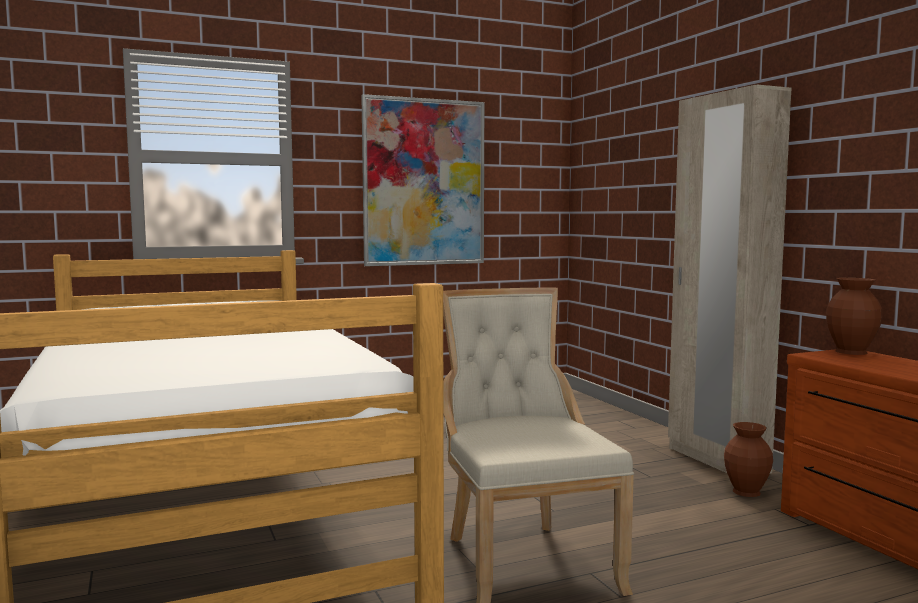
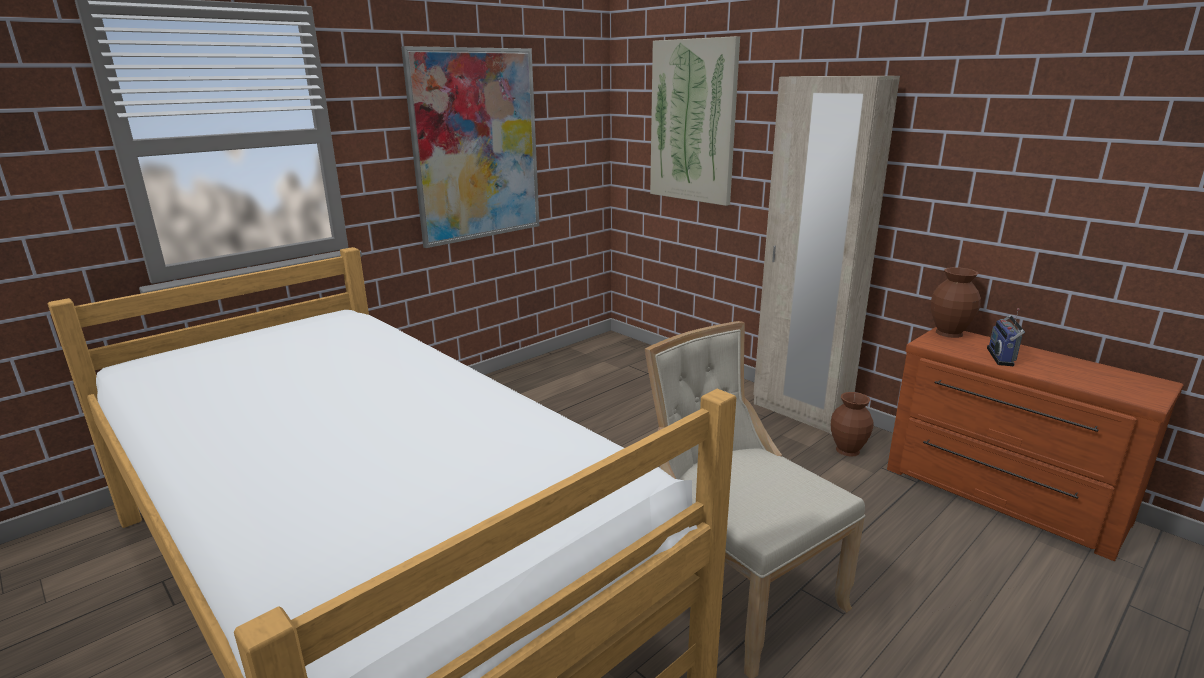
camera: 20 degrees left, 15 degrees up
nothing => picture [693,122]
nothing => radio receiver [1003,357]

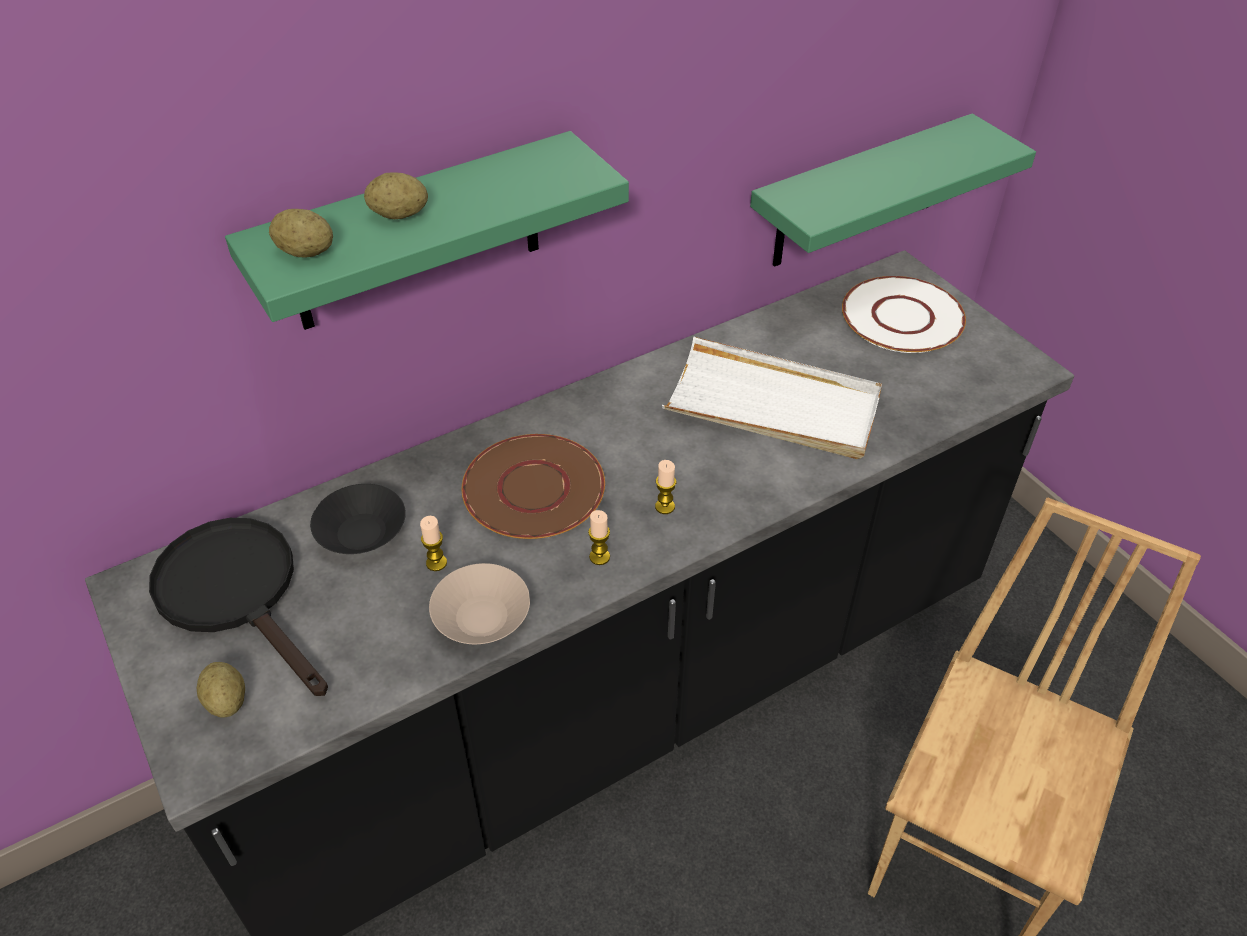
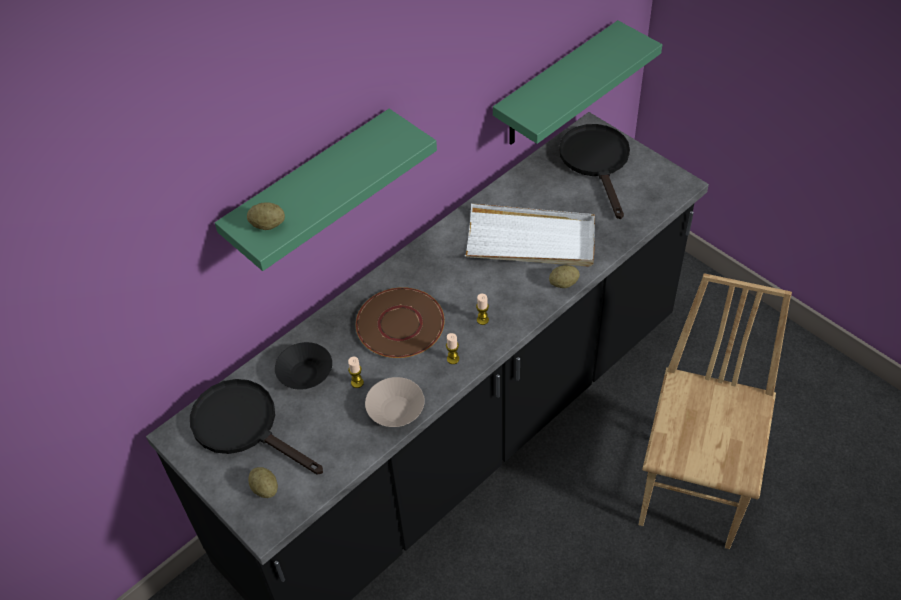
camera: 10 degrees left, 5 degrees up
whole potato [399,215] => whole potato [563,283], moved
white dinner plate [902,316] => black-coloured pan [597,162]

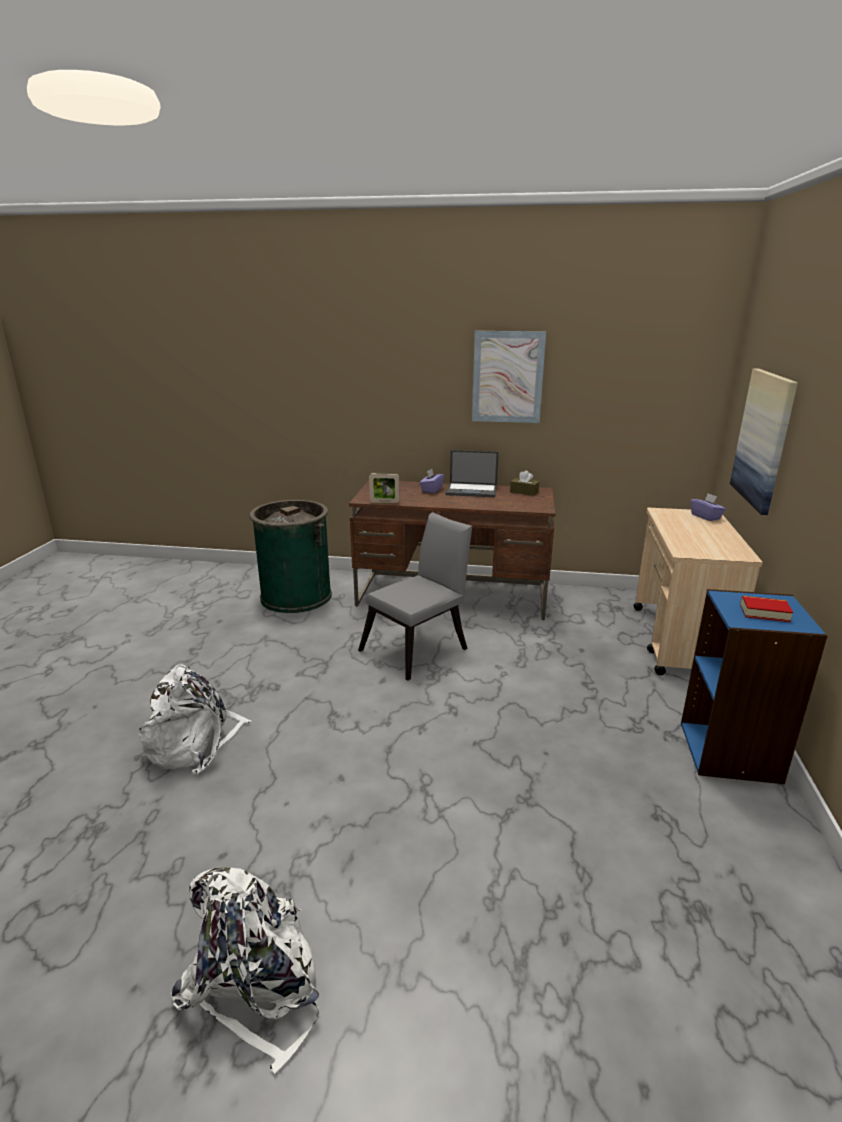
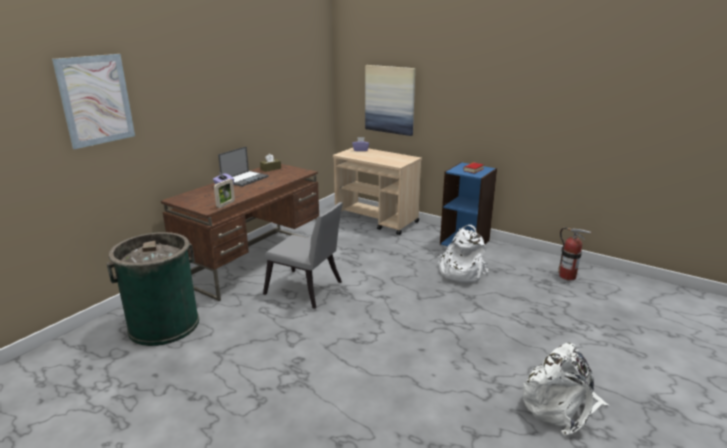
camera: 65 degrees left, 0 degrees up
nothing => extinguisher [567,276]
white backpack [195,743] => white backpack [460,272], moved
picture [507,377] => picture [96,100], moved
grey upright chair [419,648] => grey upright chair [307,290], 135 degrees clockwise

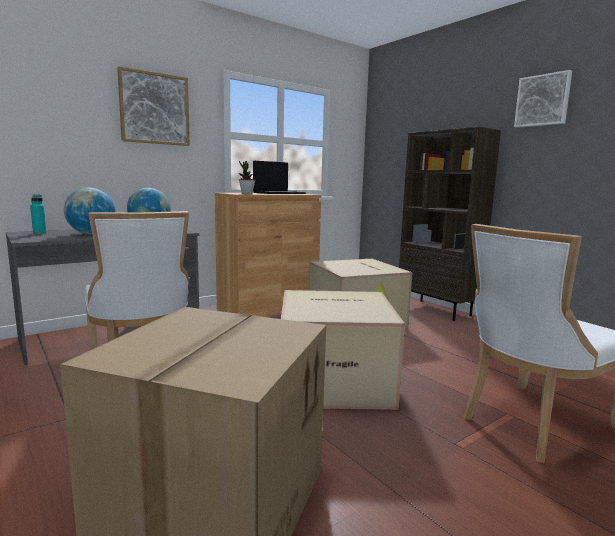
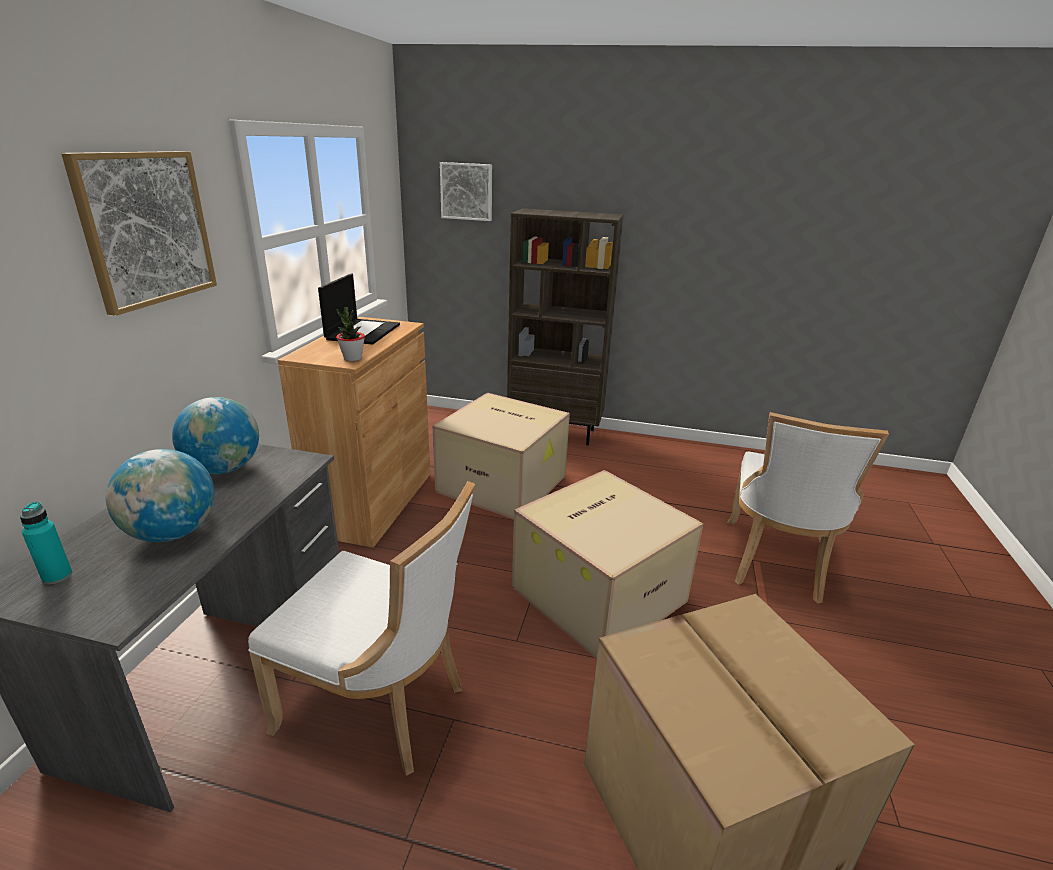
camera: 40 degrees left, 15 degrees up
picture [543,100] => picture [467,191], moved

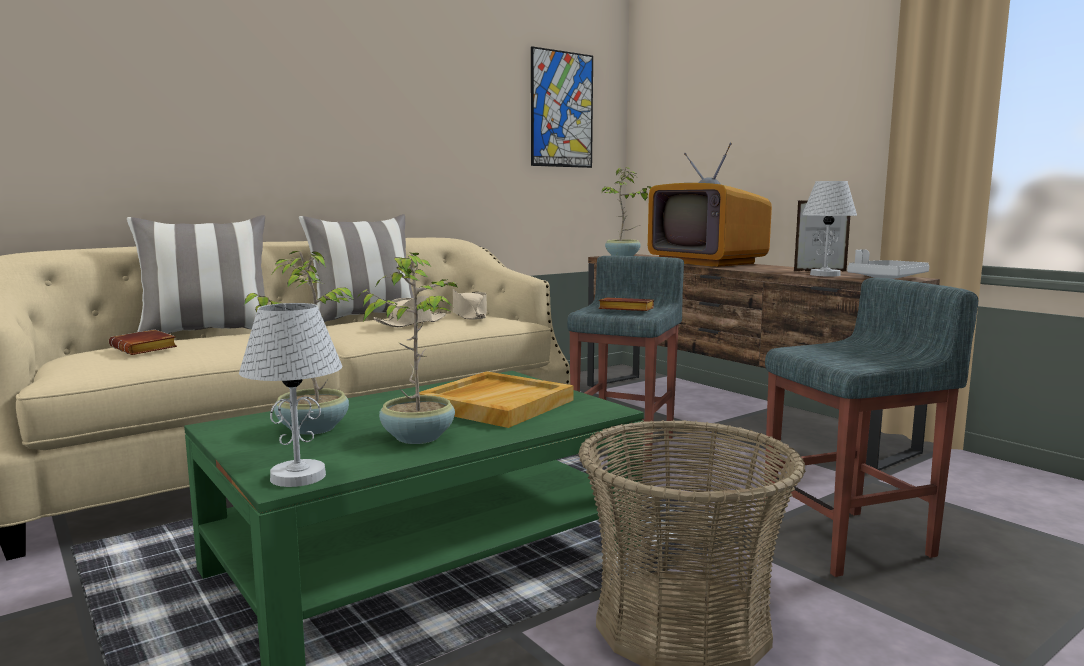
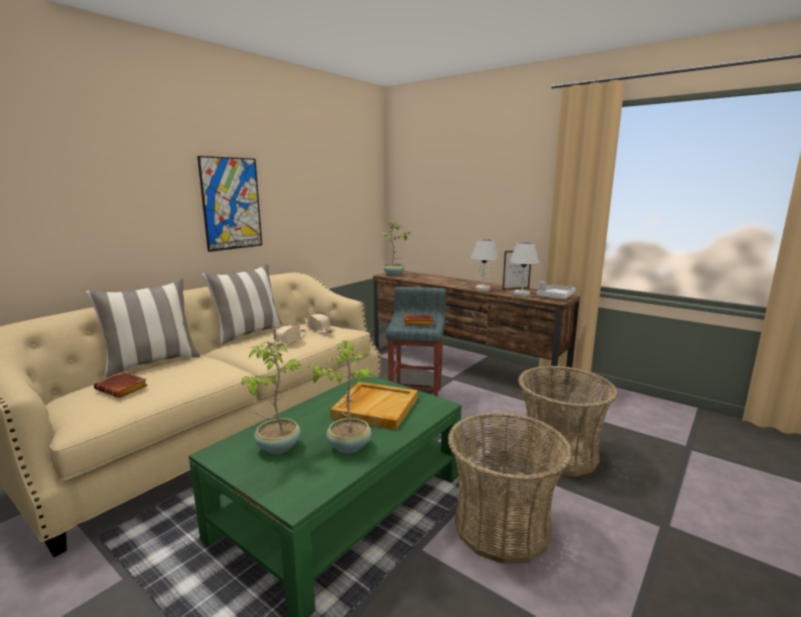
camera: 15 degrees left, 5 degrees up
TV [706,262] => nothing
white tabletop lamp [298,476] => white tabletop lamp [483,289], moved
picture [562,109] => picture [231,204], moved
grey stool seat [849,541] => household basket [559,453]

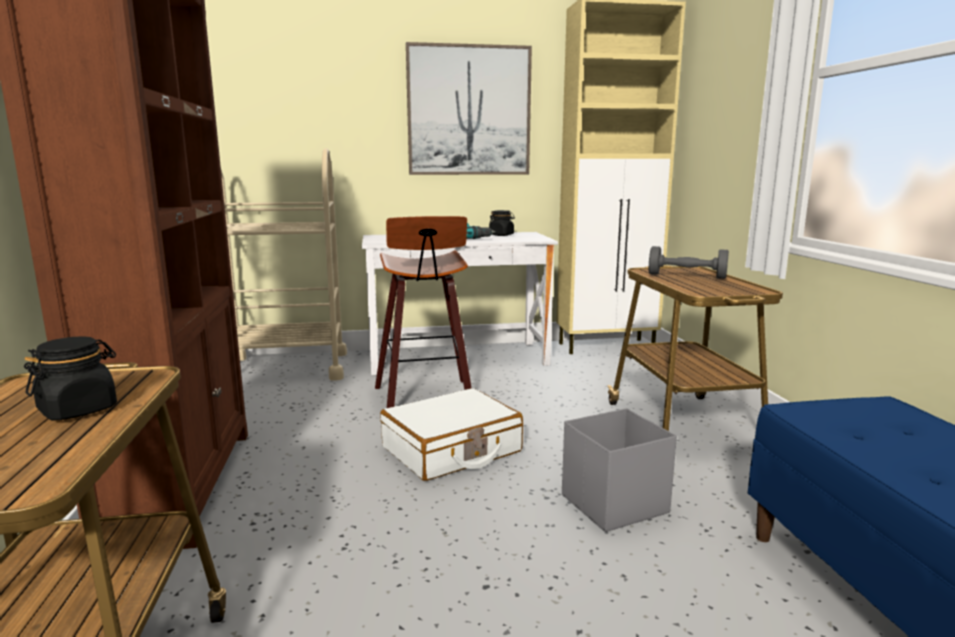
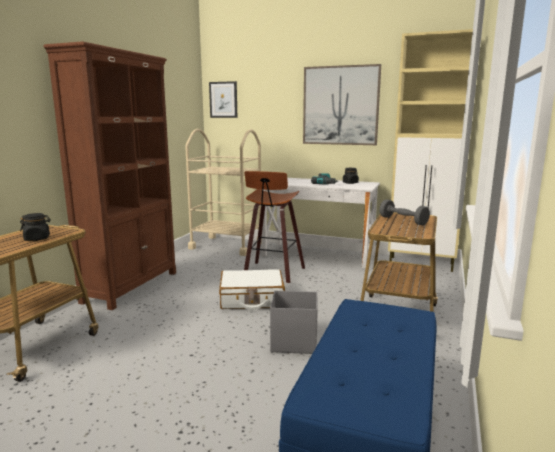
camera: 30 degrees right, 0 degrees up
nothing => picture [223,99]

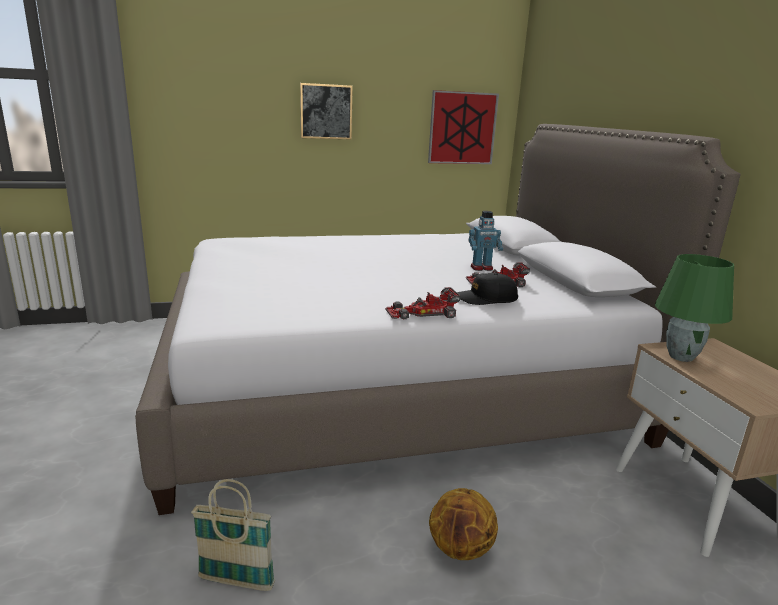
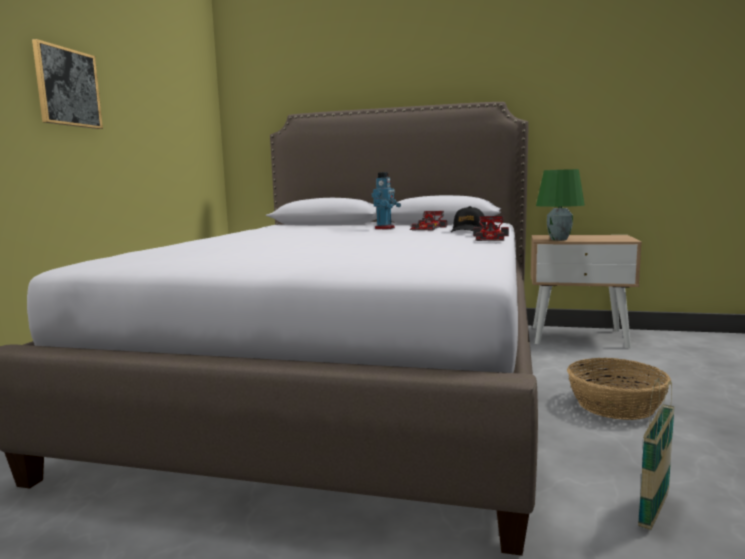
camera: 60 degrees left, 10 degrees down
picture [462,128] => nothing
basketball [460,549] => household basket [616,405]

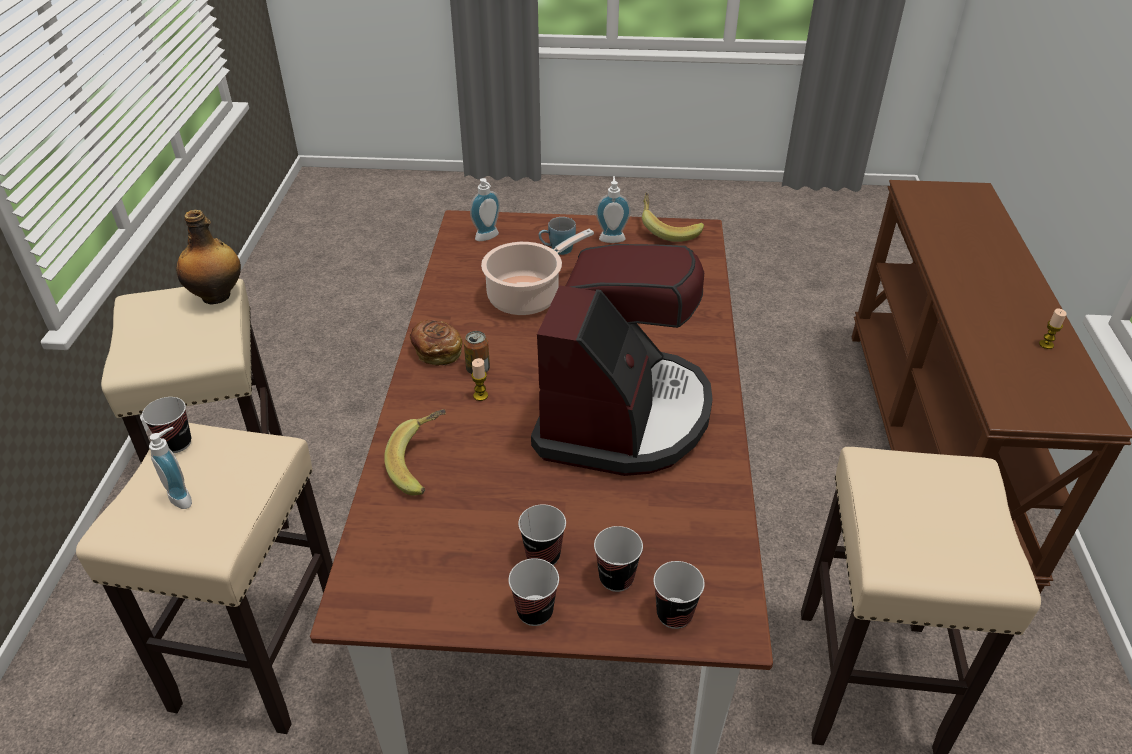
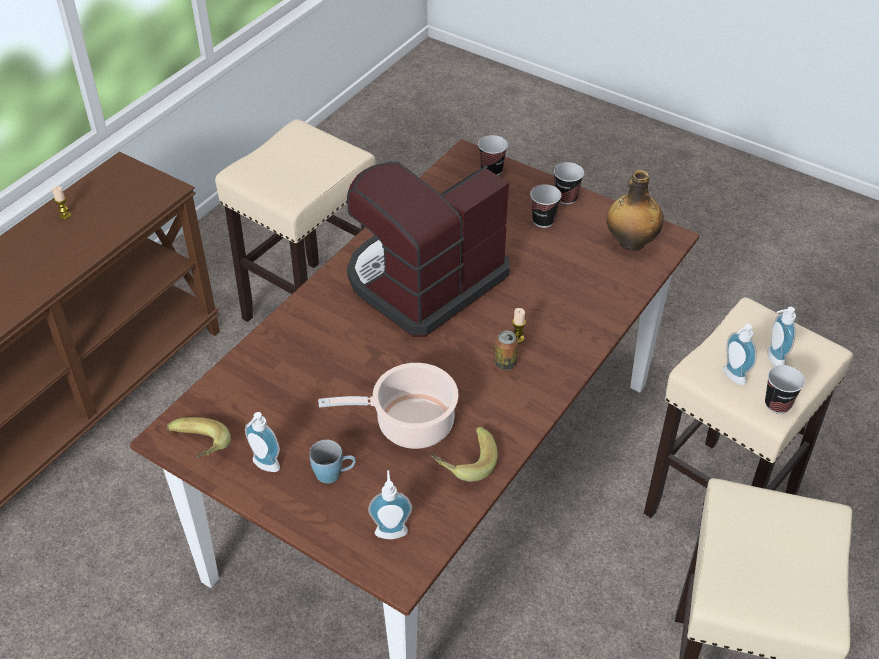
camera: 150 degrees left, 5 degrees up
bread [437,352] => nothing
cup [616,578] => nothing
nothing => liquid soap bottle [731,377]
beverage bottle [217,296] => beverage bottle [630,242], moved
whole banana [423,465] => whole banana [463,463], moved

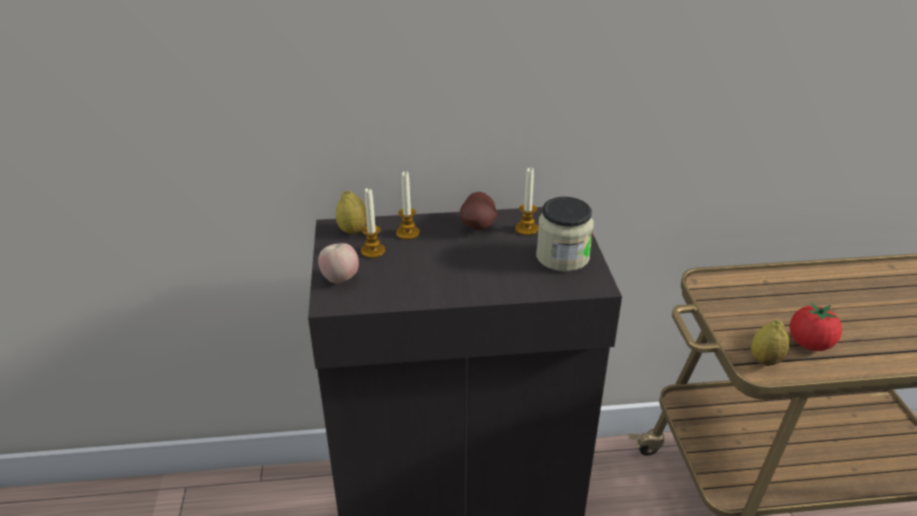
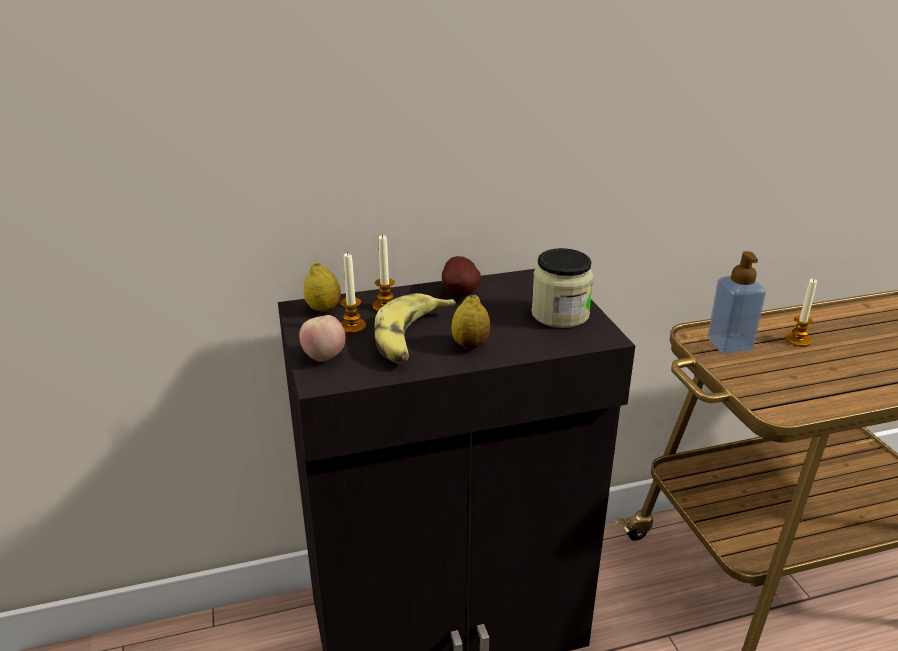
camera: 10 degrees left, 5 degrees down
fresh tomato [809,344] => nothing
nothing => whole banana [411,338]
nothing => liquid soap bottle [729,344]
candle [526,229] => candle [798,340], moved
whole lemon [765,360] => whole lemon [470,345], moved

